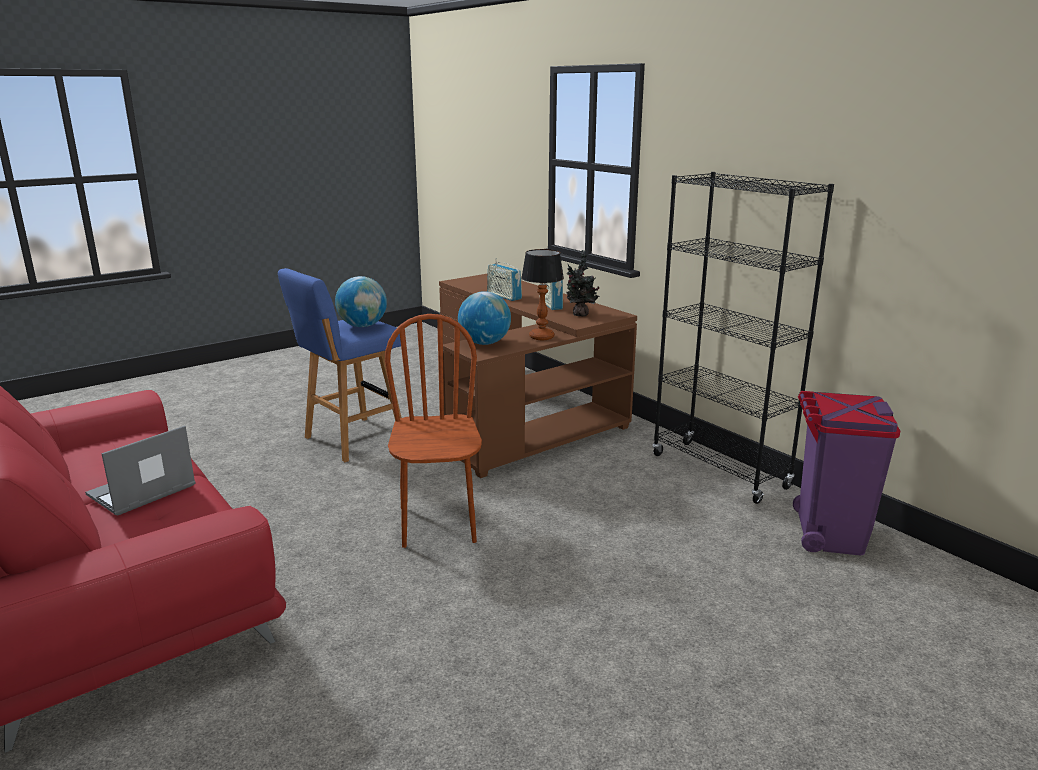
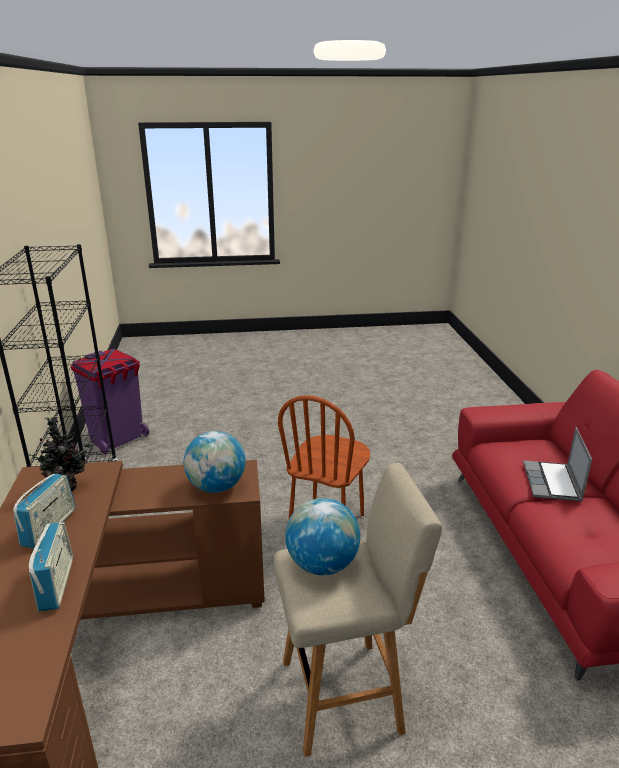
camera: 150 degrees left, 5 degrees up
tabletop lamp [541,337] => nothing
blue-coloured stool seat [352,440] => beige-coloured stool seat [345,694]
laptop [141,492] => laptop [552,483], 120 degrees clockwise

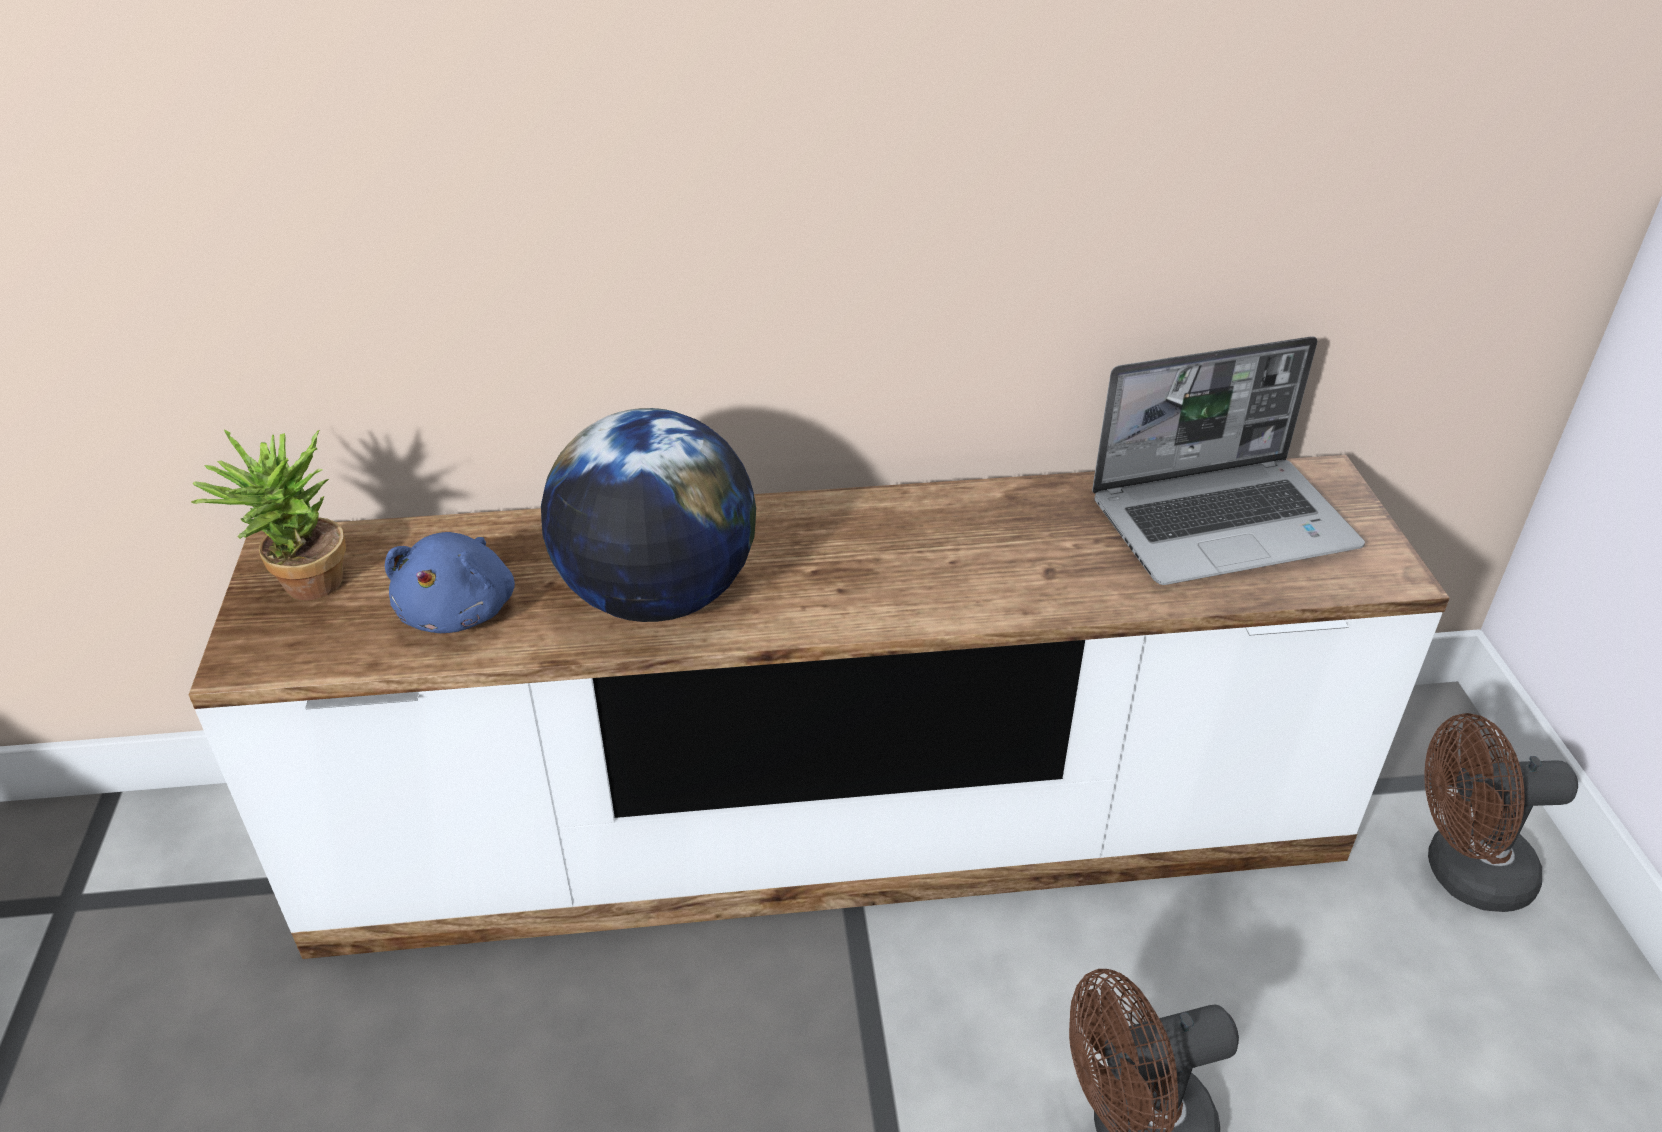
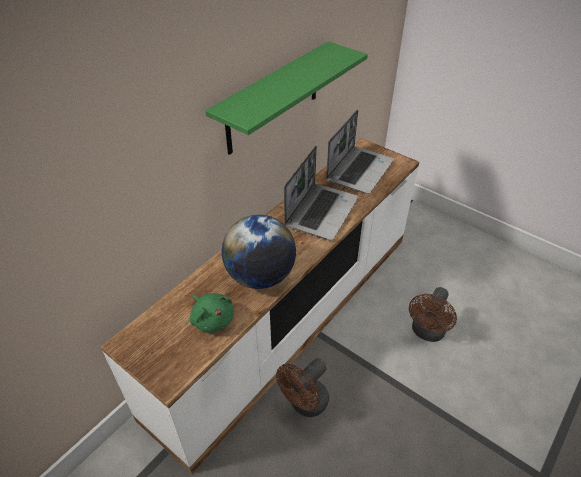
camera: 45 degrees left, 5 degrees up
plant in a pot [302,587] => nothing
nothing => green wall shelf [273,98]
nothing => laptop [321,211]
brownish cooling fan [1462,873] => brownish cooling fan [305,404], moved
blue-coloured cuddly toy [461,610] => green cuddly toy [212,319]

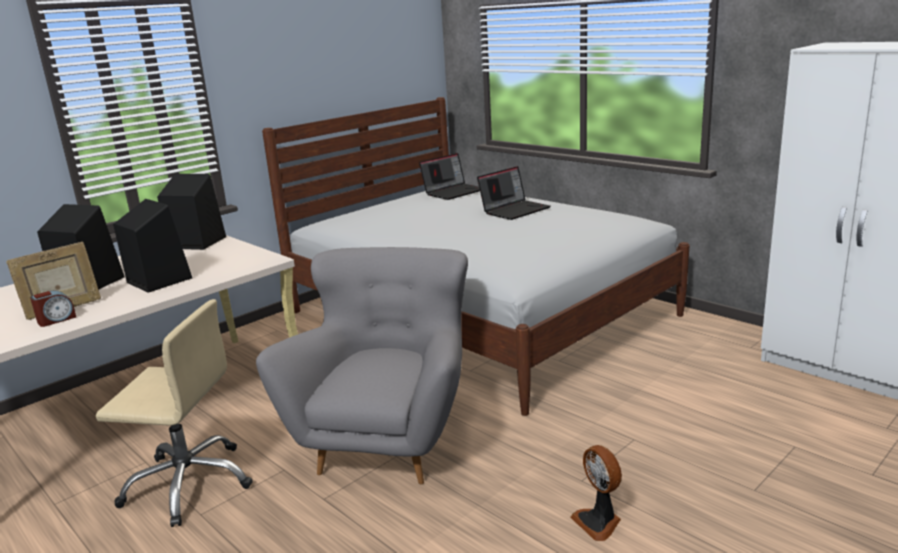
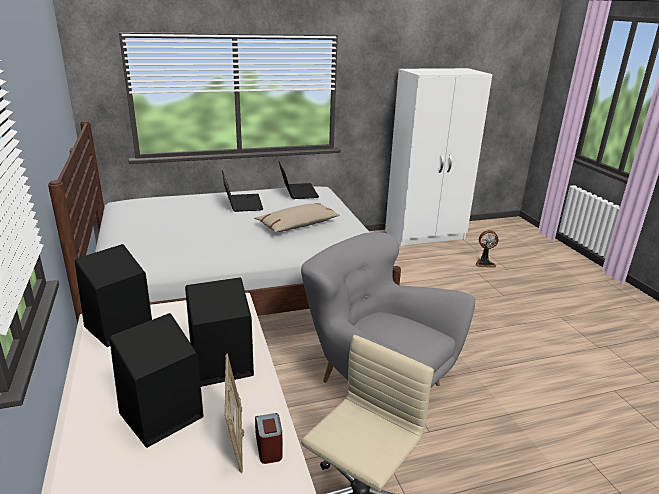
camera: 65 degrees left, 5 degrees up
nothing => beige-coloured throw pillow [298,225]
laptop [453,192] => laptop [297,191], moved
cooling fan [598,522] => cooling fan [484,263], moved

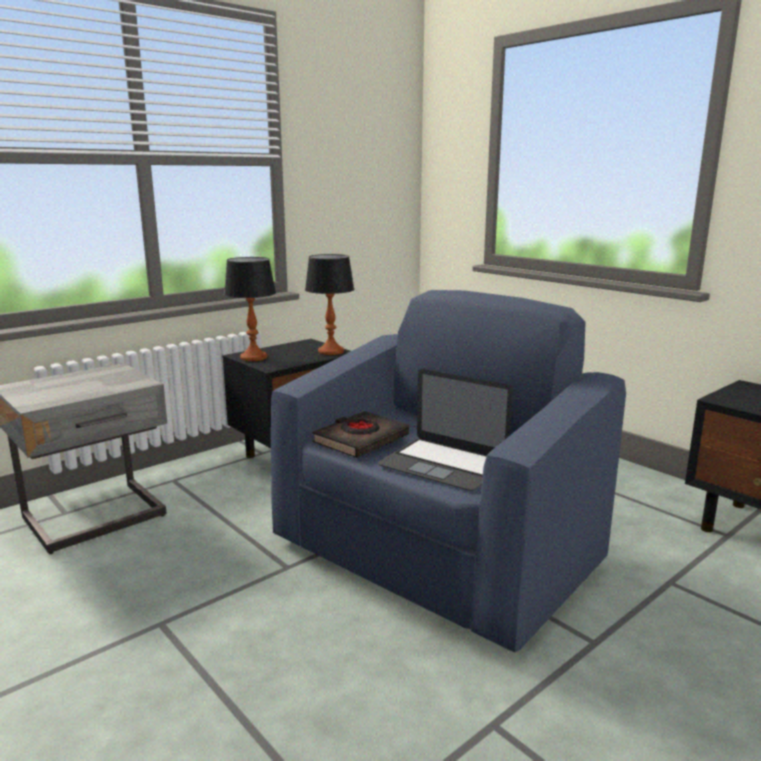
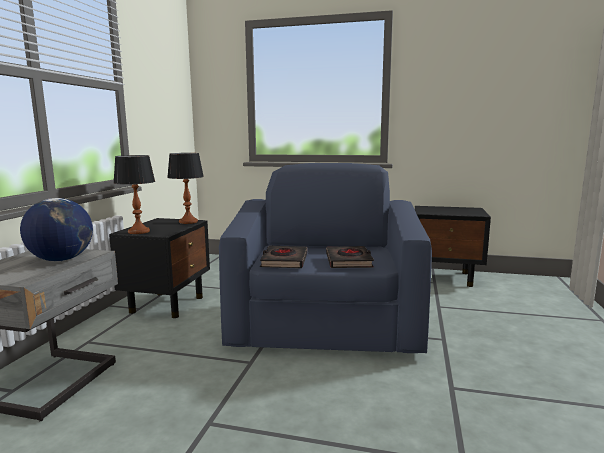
camera: 35 degrees left, 5 degrees down
nothing => world globe [61,260]
laptop [443,464] => black-coloured volume [349,261]

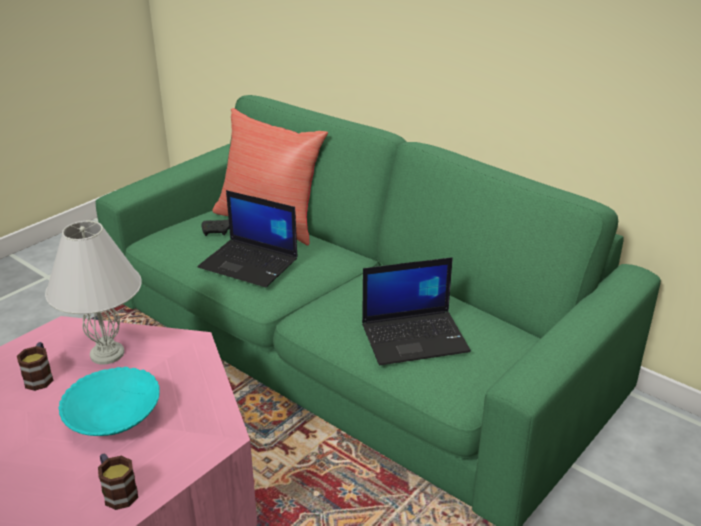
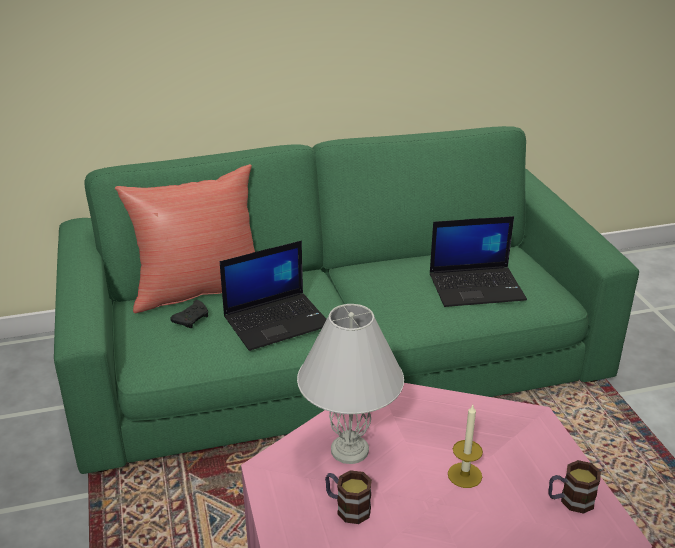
camera: 55 degrees left, 0 degrees up
blue-green bowl [114,420] => candle [464,475]
laptop [415,337] => laptop [477,286], 60 degrees clockwise

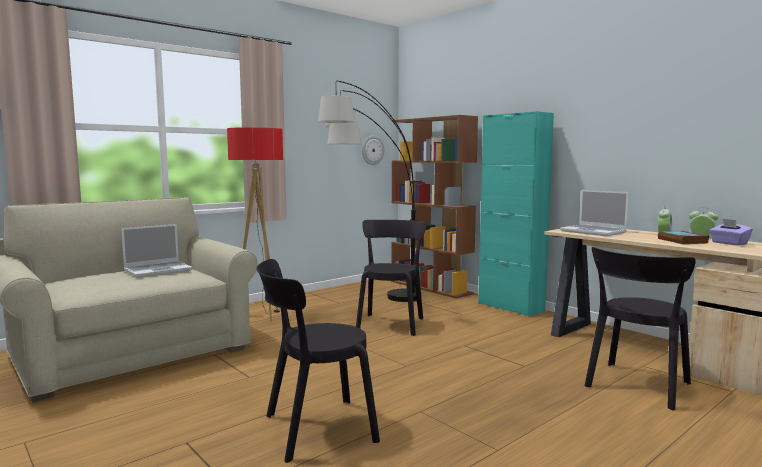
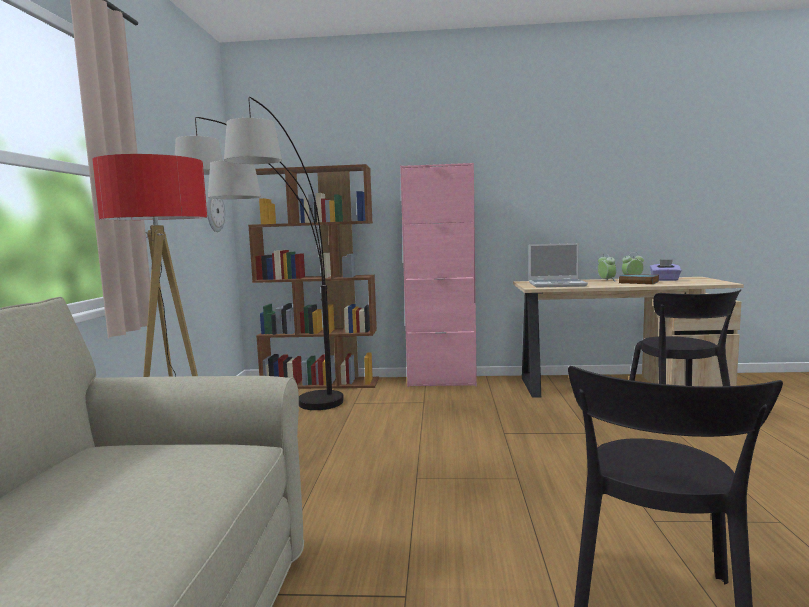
camera: 45 degrees left, 0 degrees up
laptop [158,270] => nothing
black-coloured upright chair [391,323] => nothing
blue-green cabinet [510,307] => pink cabinet [441,382]

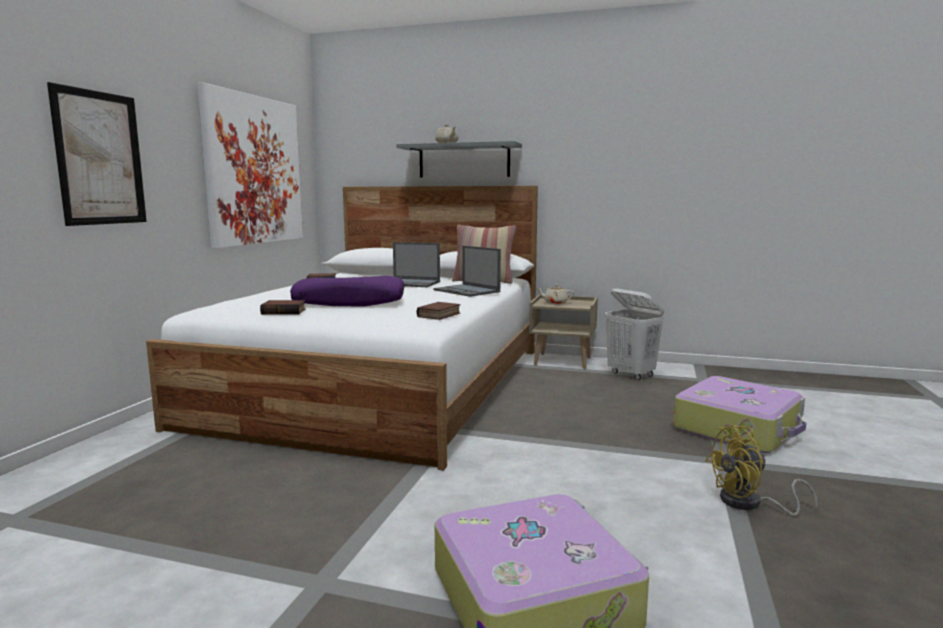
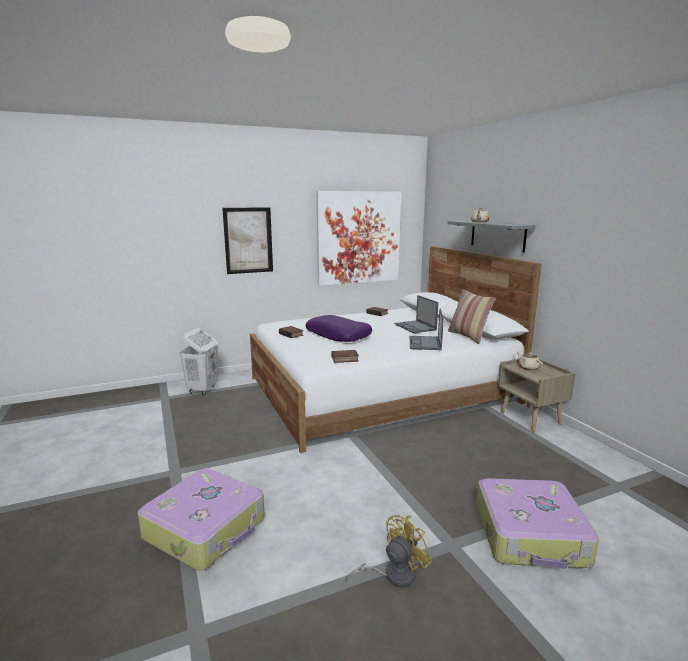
camera: 50 degrees right, 5 degrees up
white laundry basket [631,374] => white laundry basket [202,389], moved
yellow cooling fan [749,504] => yellow cooling fan [393,575], 105 degrees clockwise

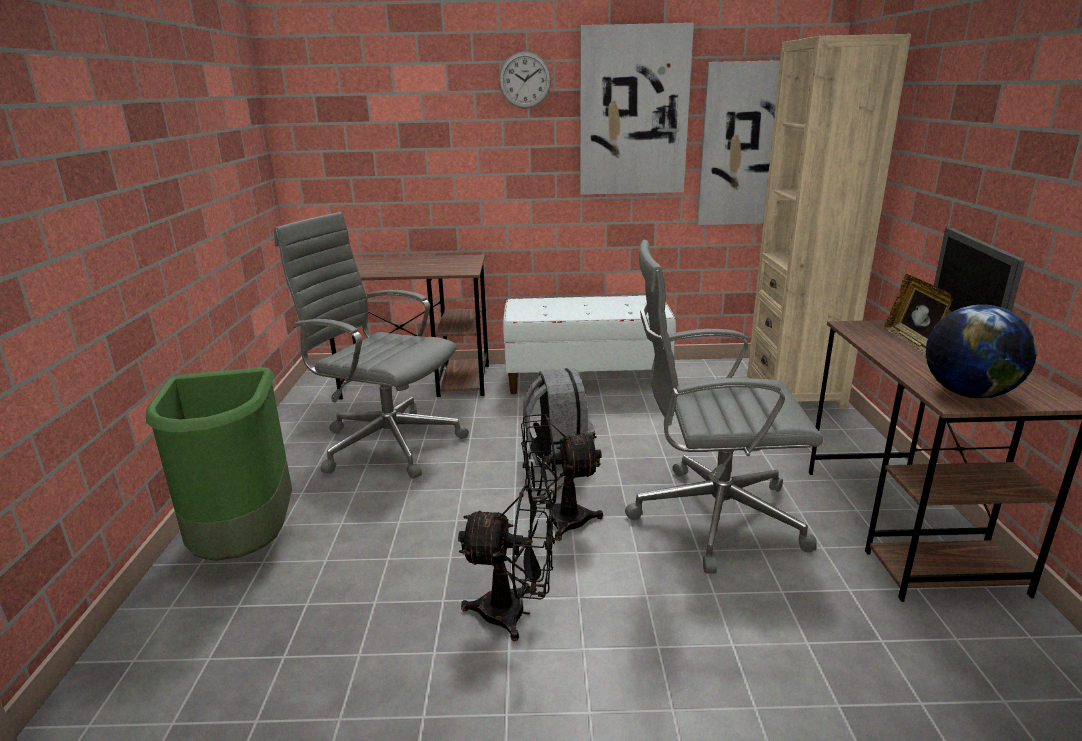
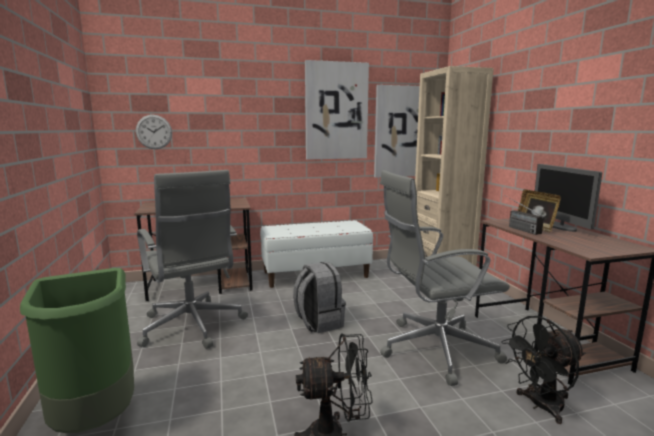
camera: 15 degrees left, 10 degrees down
world globe [968,393] => nothing
nothing => radio receiver [516,228]
wall clock [525,80] => wall clock [154,132], moved
black-coloured cooling fan [557,521] => black-coloured cooling fan [540,406], moved
grey computer chair [387,443] => grey computer chair [192,327], 135 degrees counterclockwise

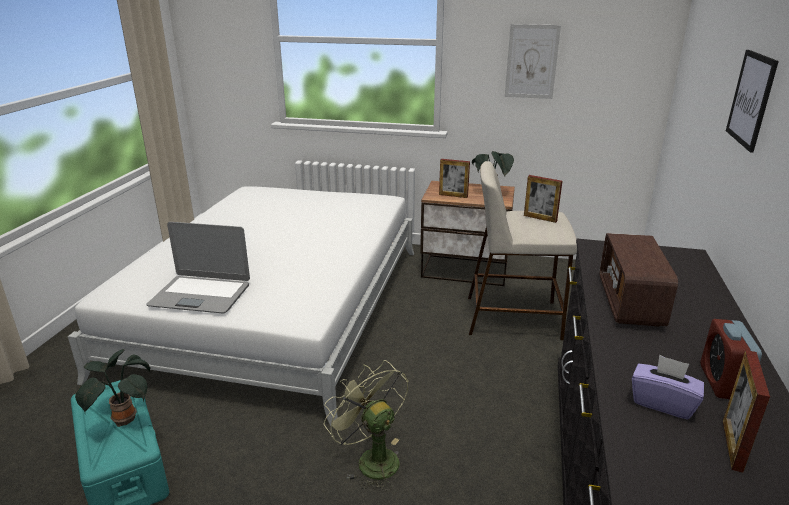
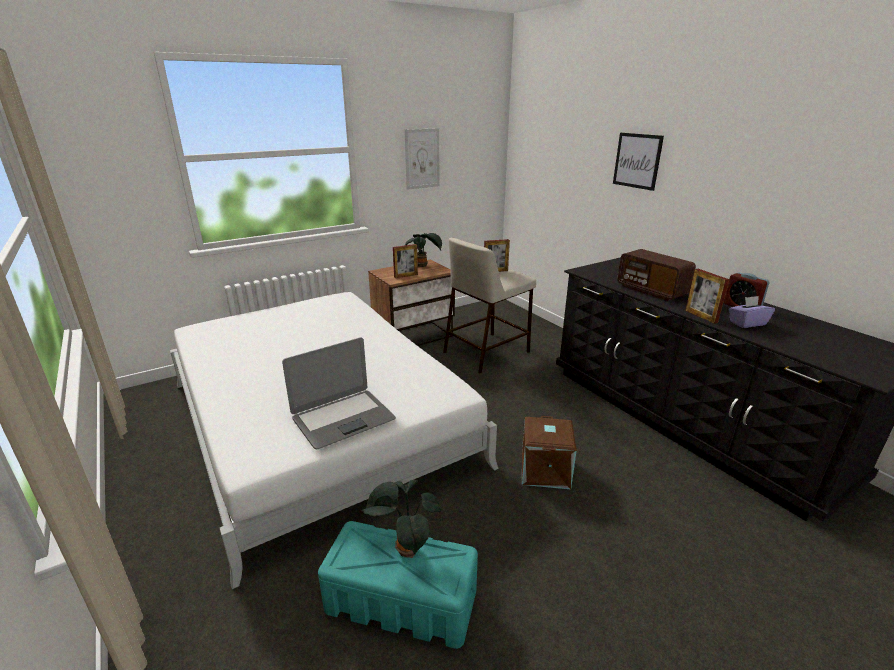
camera: 45 degrees left, 0 degrees up
standing frame [732,445] => standing frame [701,316], moved
green cooling fan [371,459] => brownish storage box [546,471]

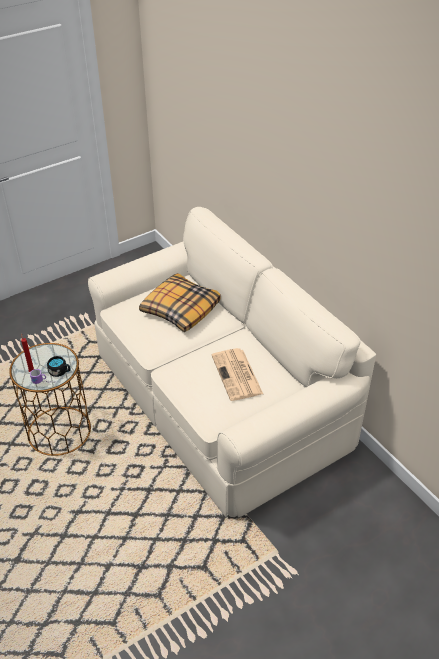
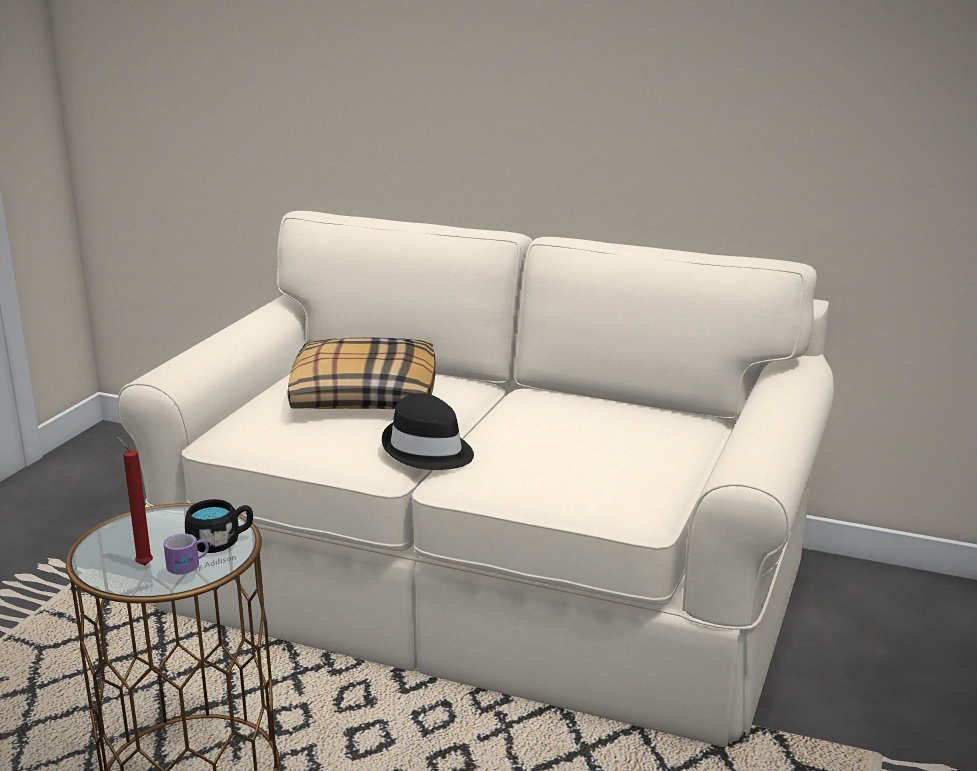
camera: 35 degrees left, 20 degrees down
newspaper [237,375] => nothing
nothing => black-coloured hat [428,451]

